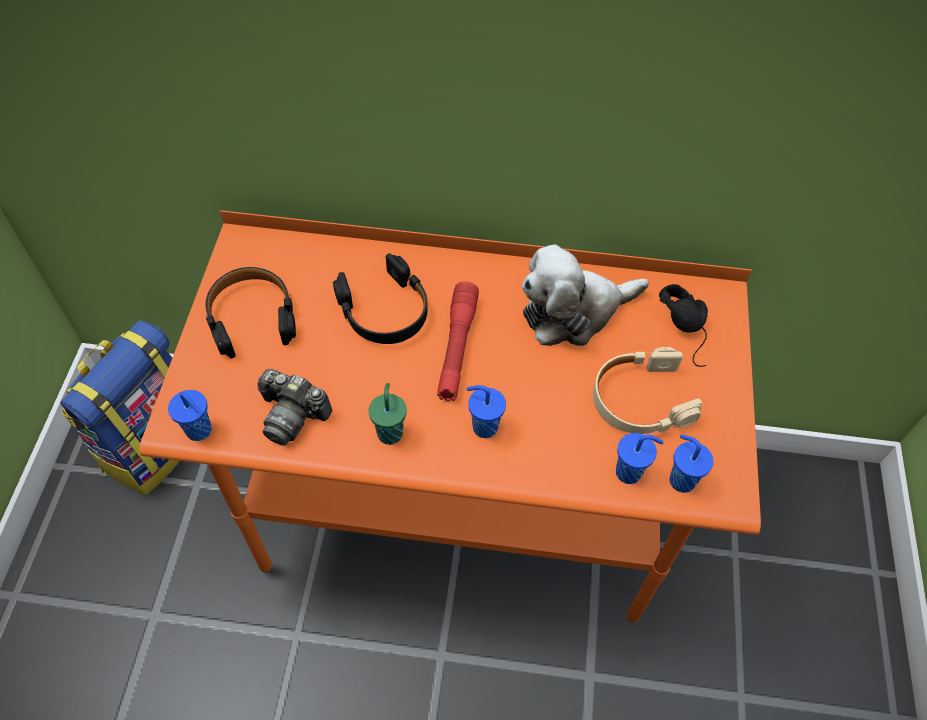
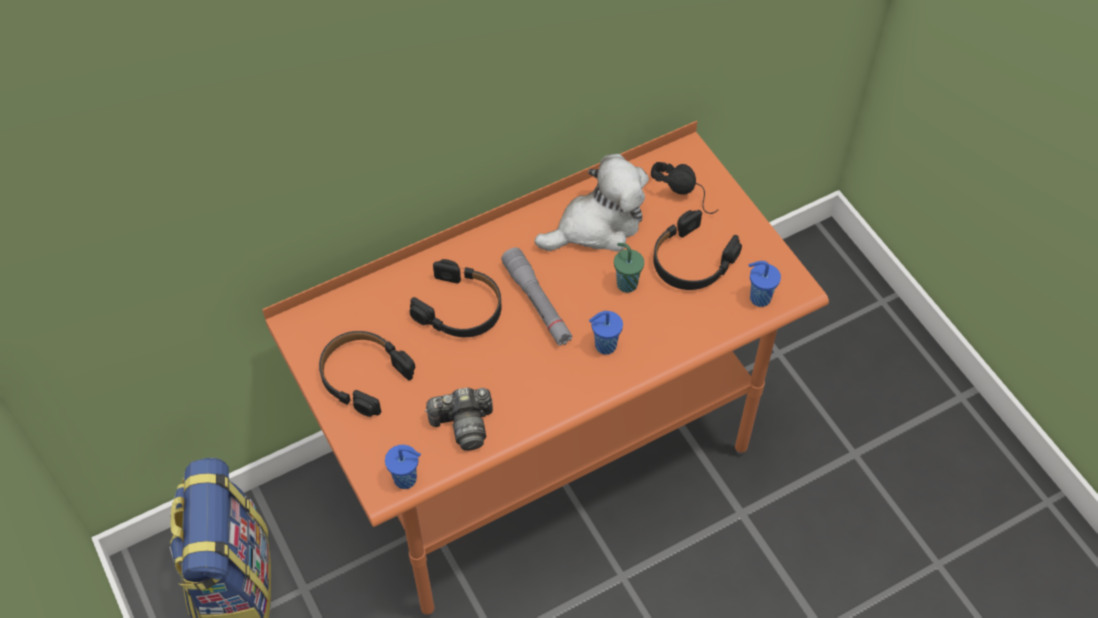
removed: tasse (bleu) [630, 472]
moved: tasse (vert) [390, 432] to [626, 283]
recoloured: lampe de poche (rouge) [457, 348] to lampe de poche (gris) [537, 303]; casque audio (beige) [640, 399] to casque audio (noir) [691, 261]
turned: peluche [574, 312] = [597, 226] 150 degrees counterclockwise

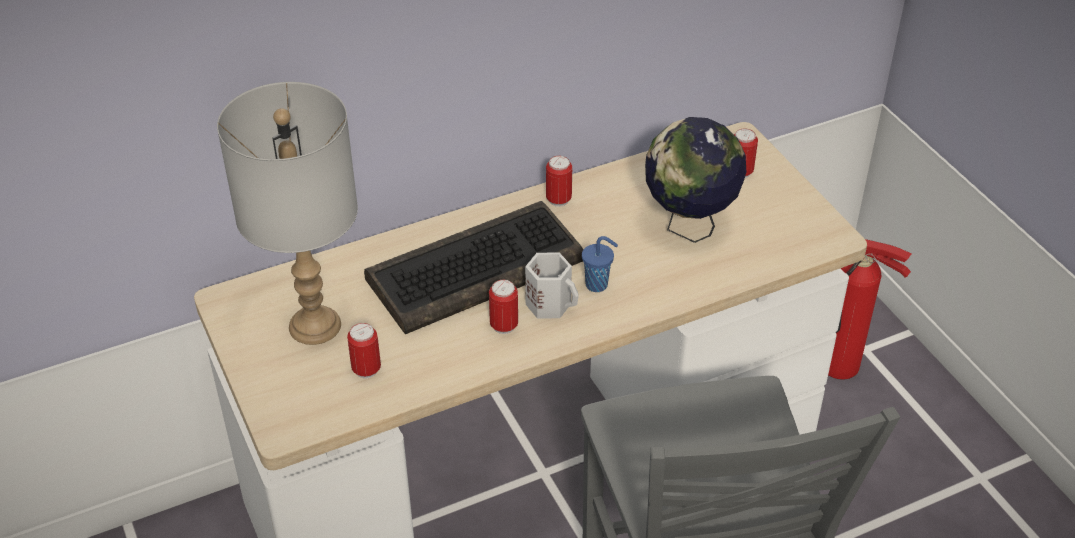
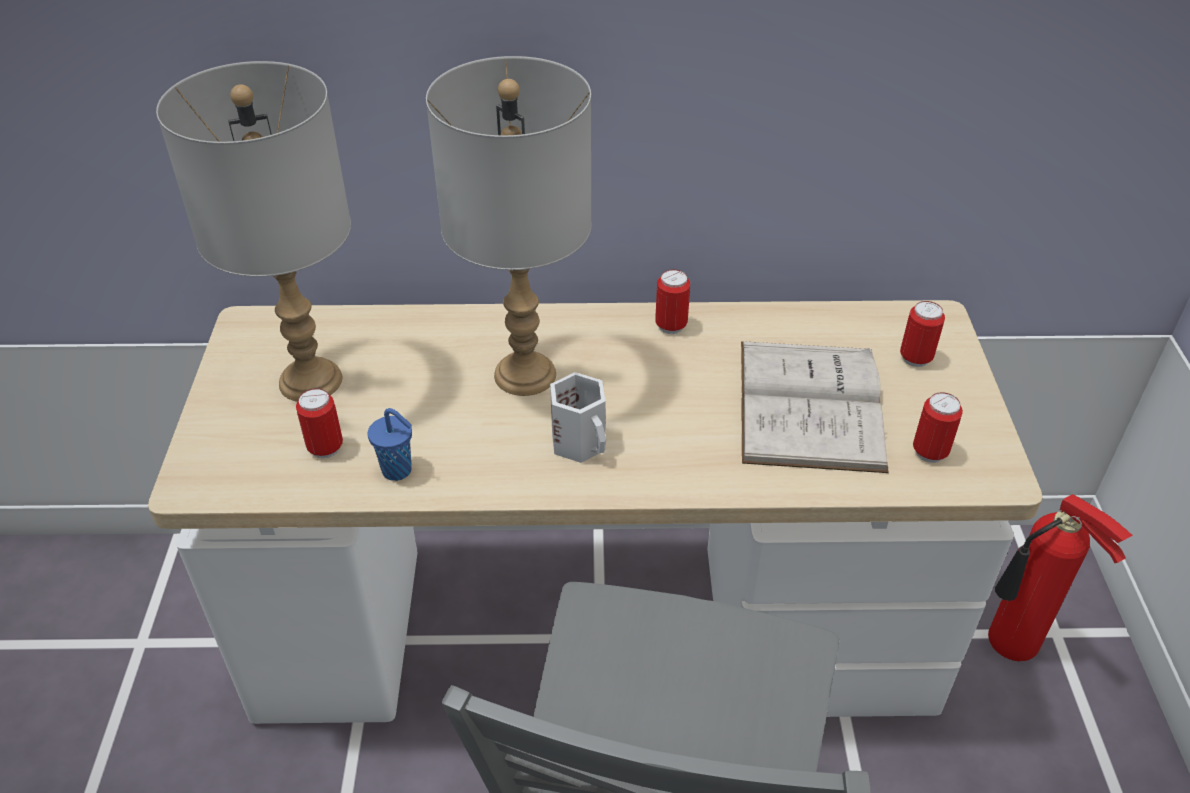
moved: boîte métallique [504, 326] to [929, 452]; tasse (bleu) [598, 285] to [398, 471]
replaced: clavier [476, 268] to lampe de table (gris) [526, 374]; globe [689, 227] to livre (blanc) [810, 404]

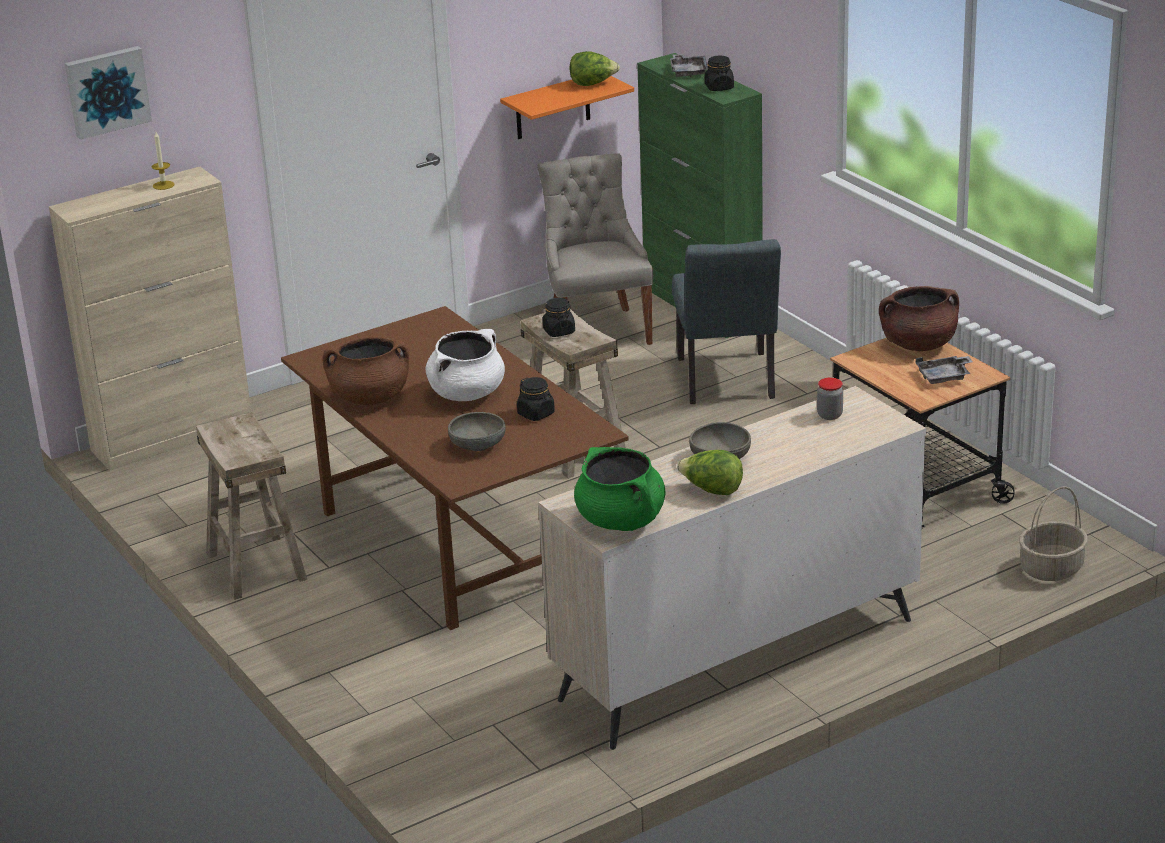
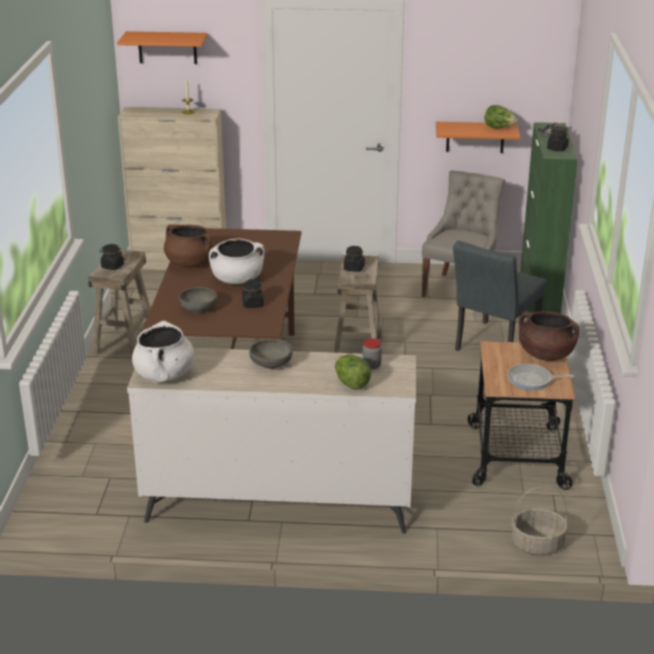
added: bocal (noir) [112, 266]
moved: laitue [712, 490] to [351, 383]
replaced: tableau [107, 91] to étagère (orange) [167, 47]; plateau (gris) [944, 377] to poêle [532, 380]
recoloured: marmite (vert) [621, 520] to marmite (blanc) [164, 375]

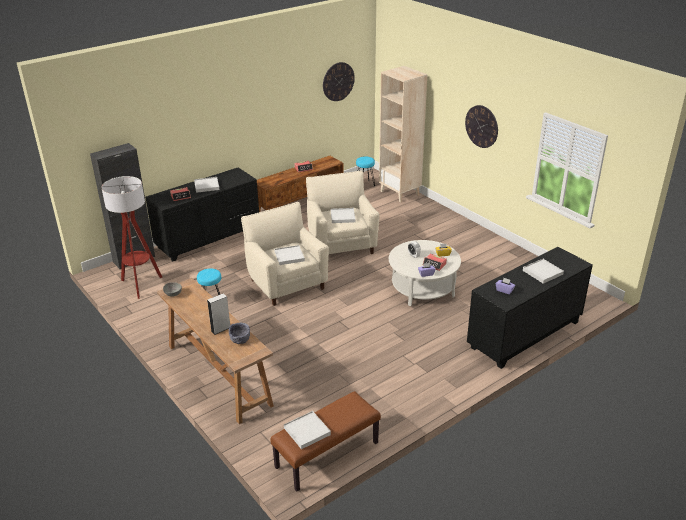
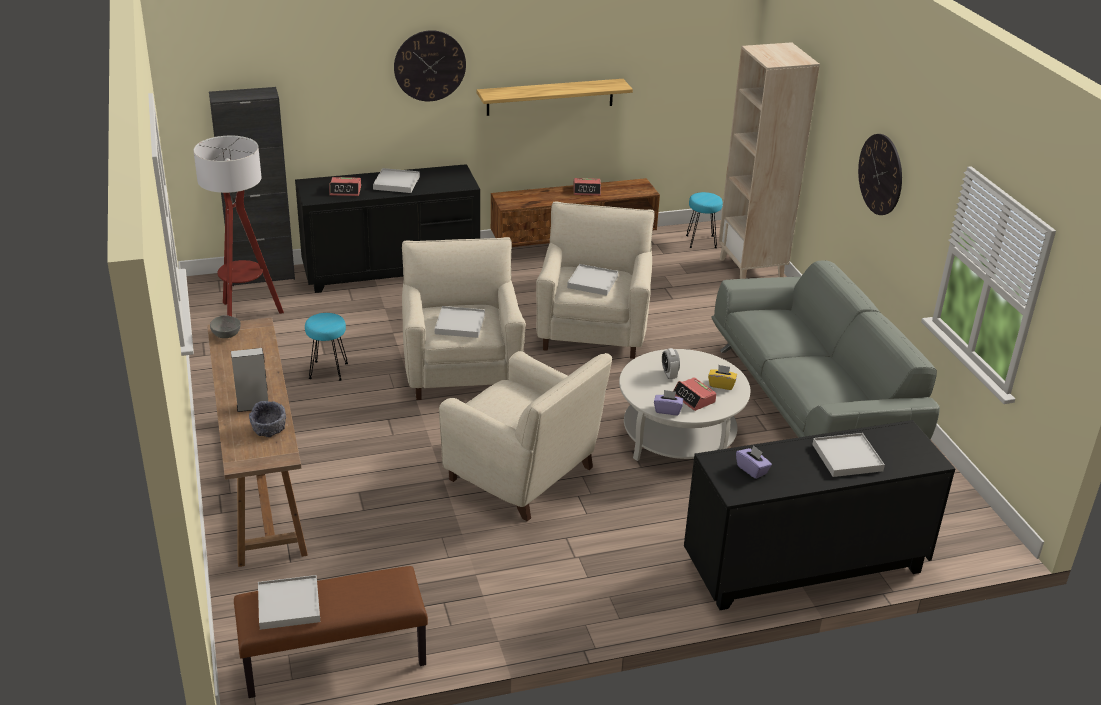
added: fauteuil (beige) [523, 475]; étagère [550, 97]; canapé (gris) [812, 401]
moved: horloge murale [338, 81] to [429, 66]

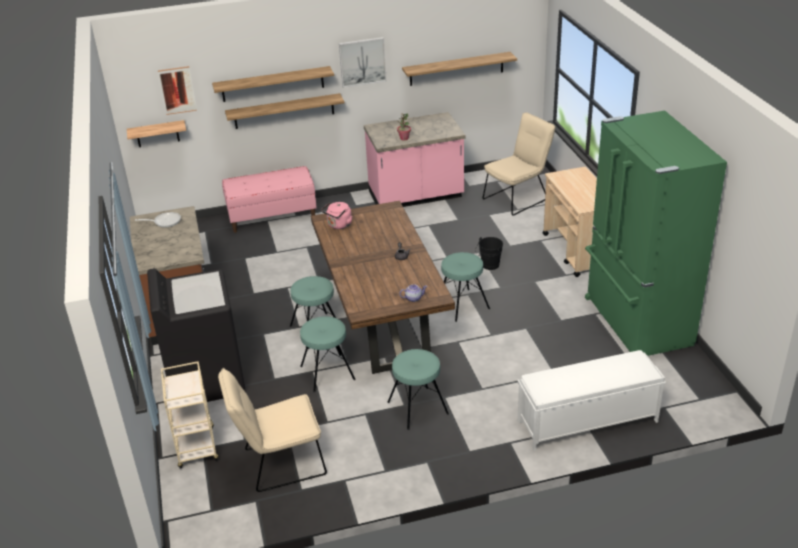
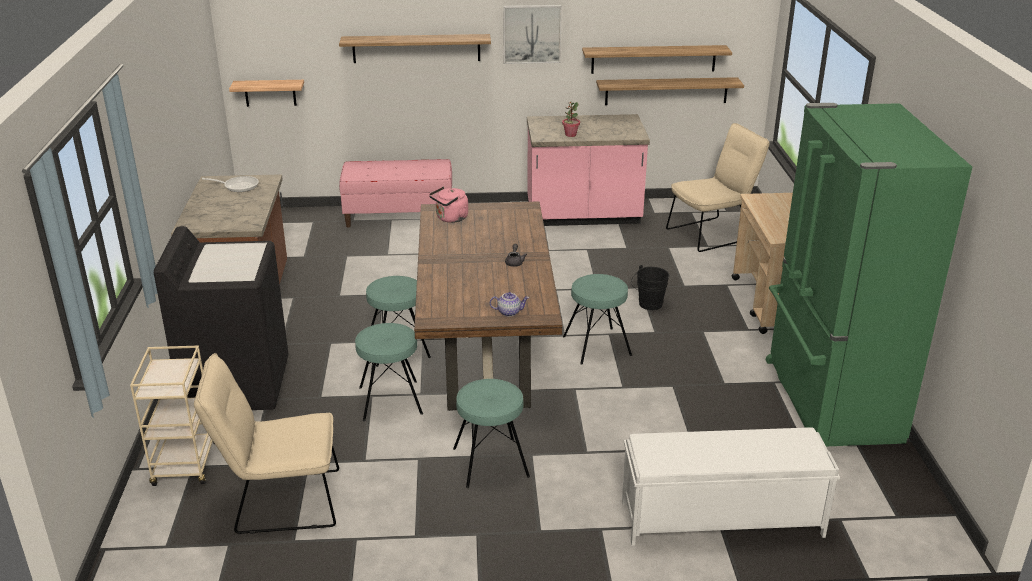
removed: tableau [177, 90]
moved: étagère [284, 111] to [666, 91]

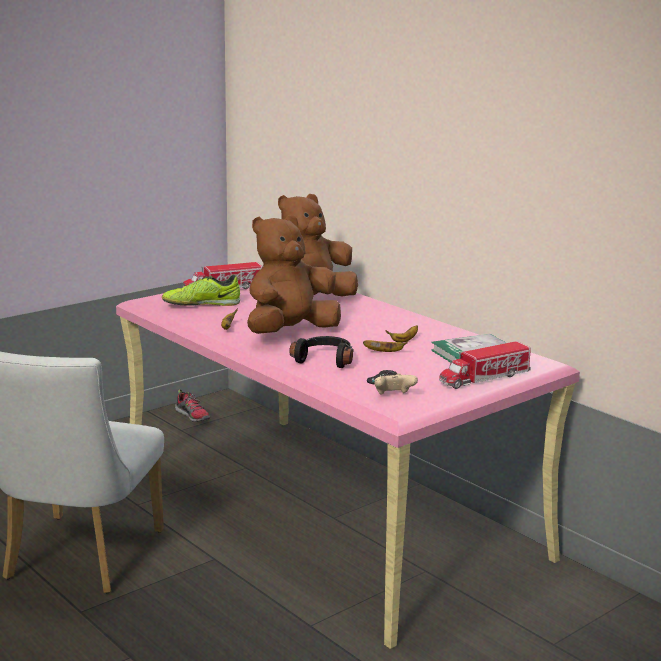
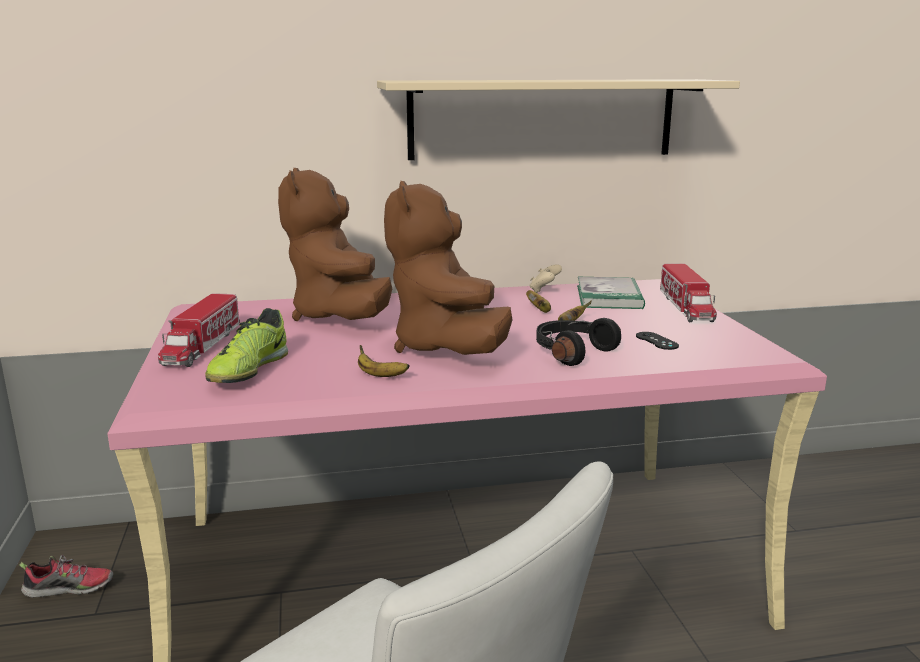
added: étagère (beige) [542, 119]
moved: manette (beige) [393, 396] to [544, 291]

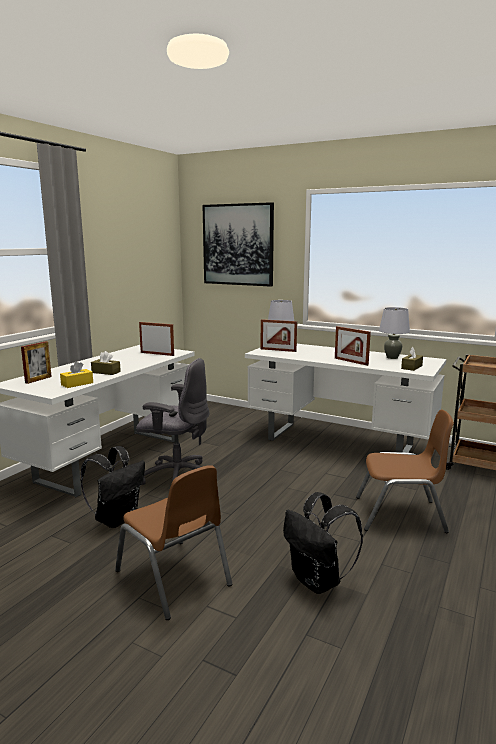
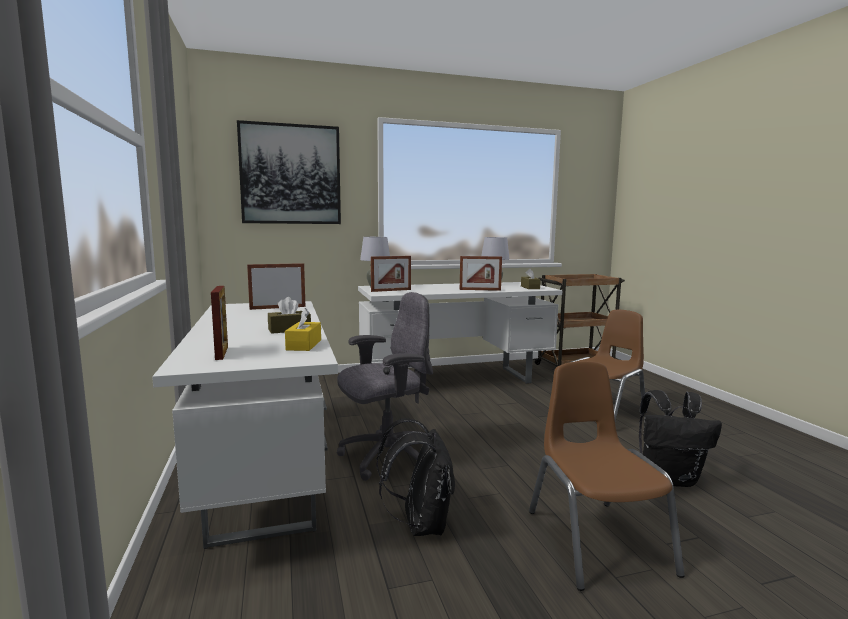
turned: chaise (marron) [173, 578] = [597, 541] 105 degrees counterclockwise

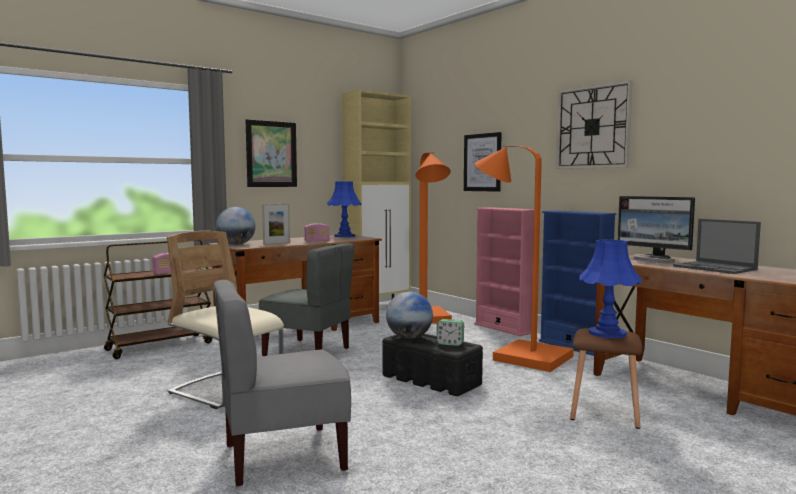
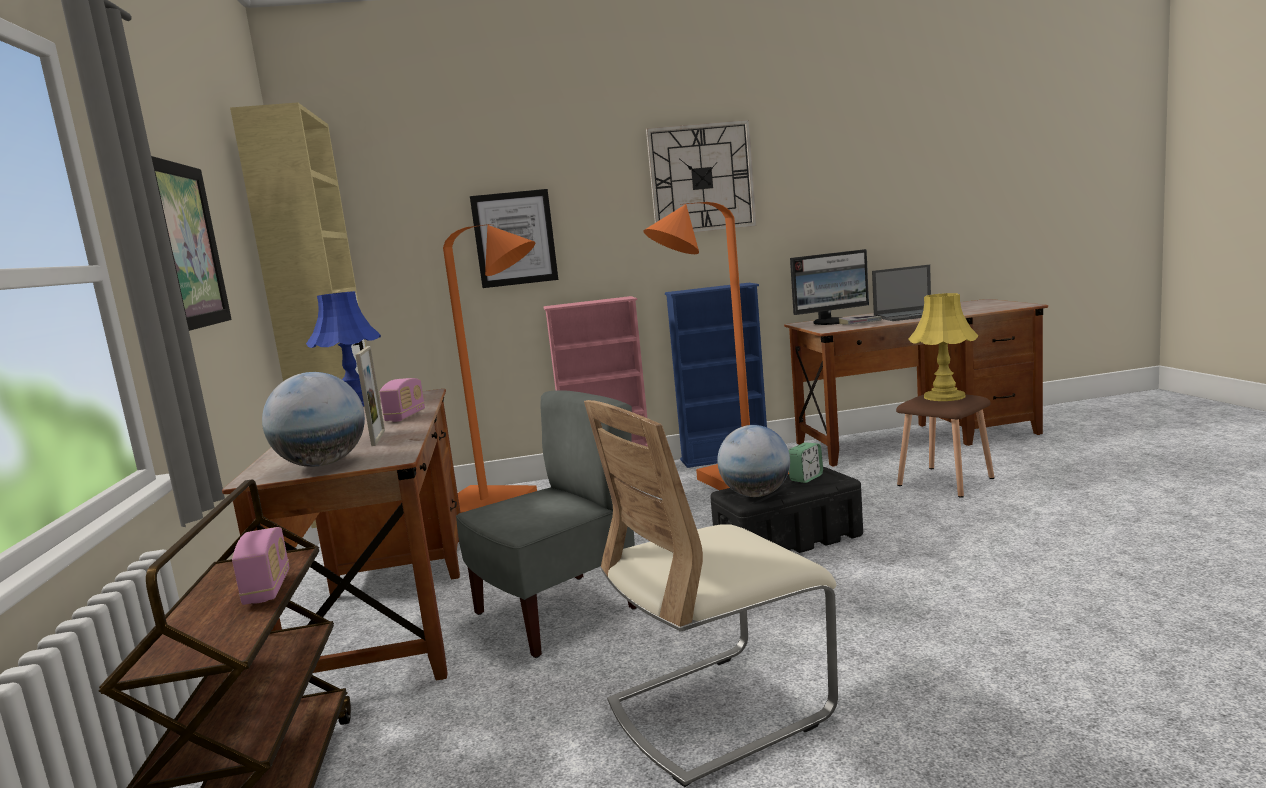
removed: chaise (gris) [283, 457]
recoloured: lampe de table (bleu) [607, 333] to lampe de table (jaune) [944, 396]

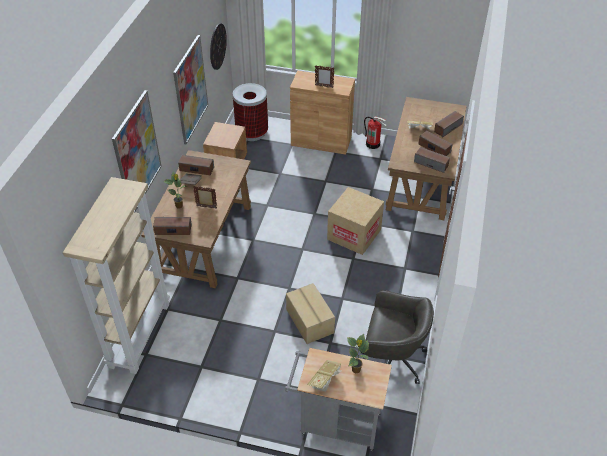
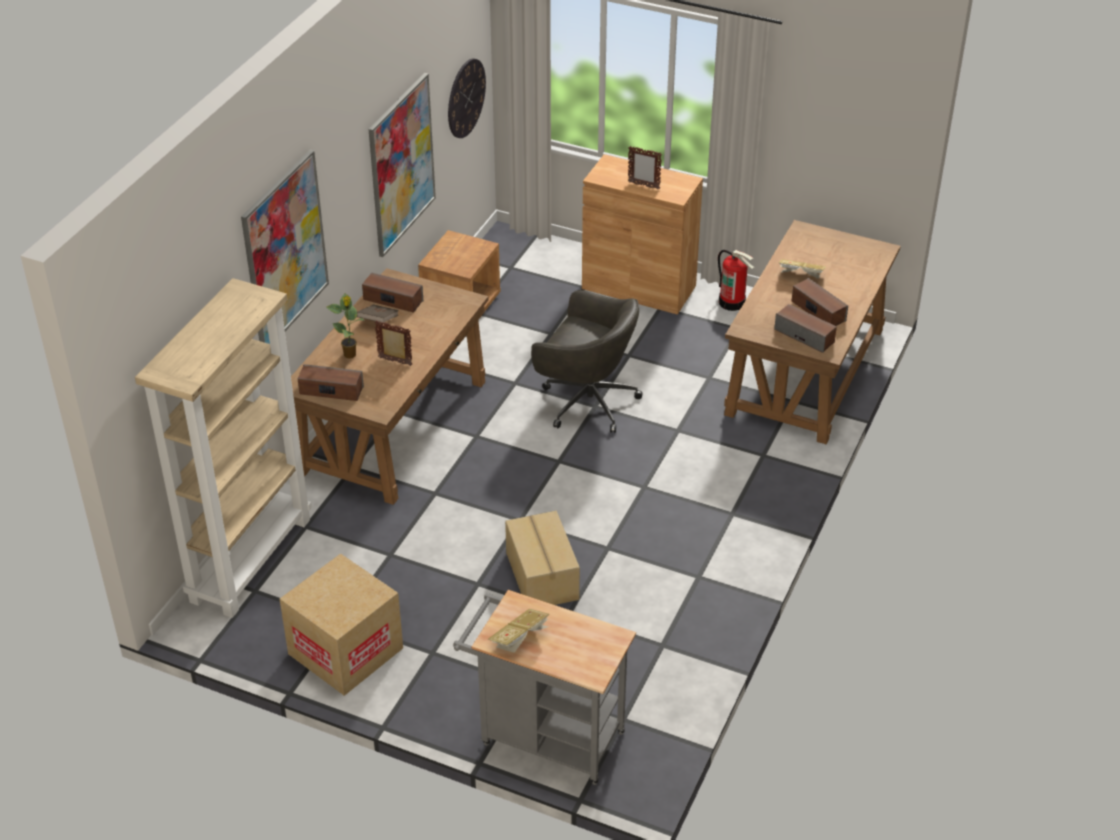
removed: poubelle [252, 132]; plante en pot [356, 370]; enceinte [448, 128]
moved: carton [354, 234] to [345, 651]; chaise de bureau (gris) [392, 359] to [586, 401]

